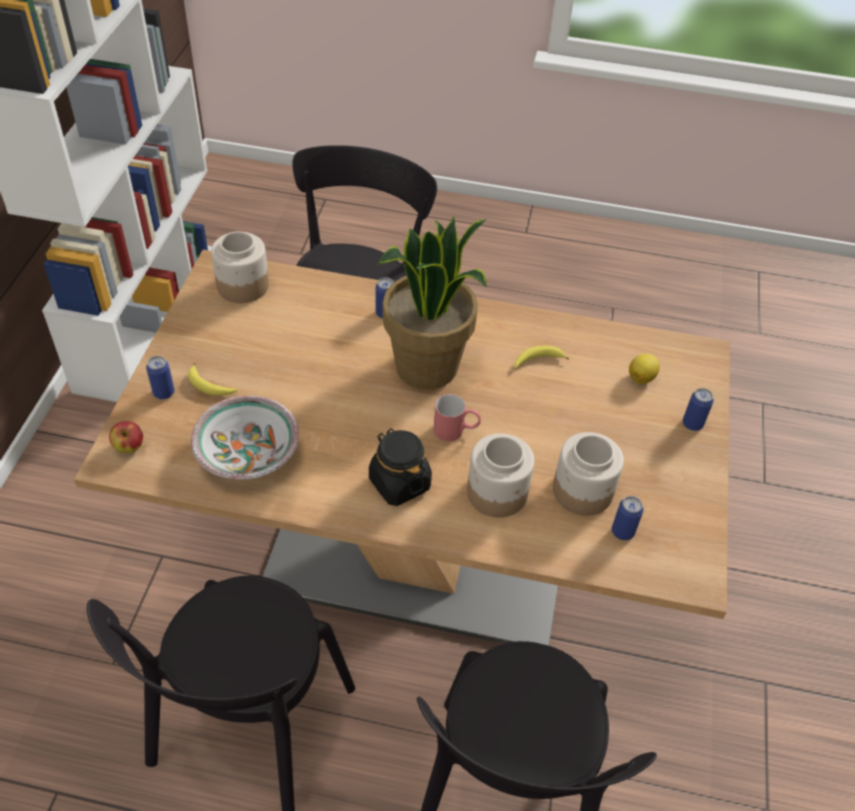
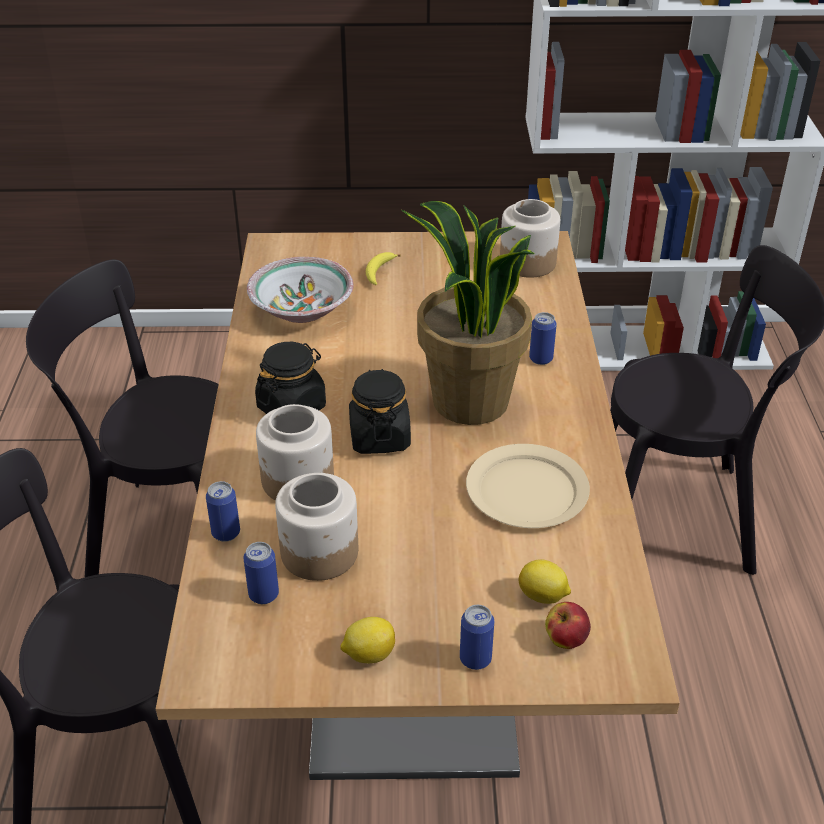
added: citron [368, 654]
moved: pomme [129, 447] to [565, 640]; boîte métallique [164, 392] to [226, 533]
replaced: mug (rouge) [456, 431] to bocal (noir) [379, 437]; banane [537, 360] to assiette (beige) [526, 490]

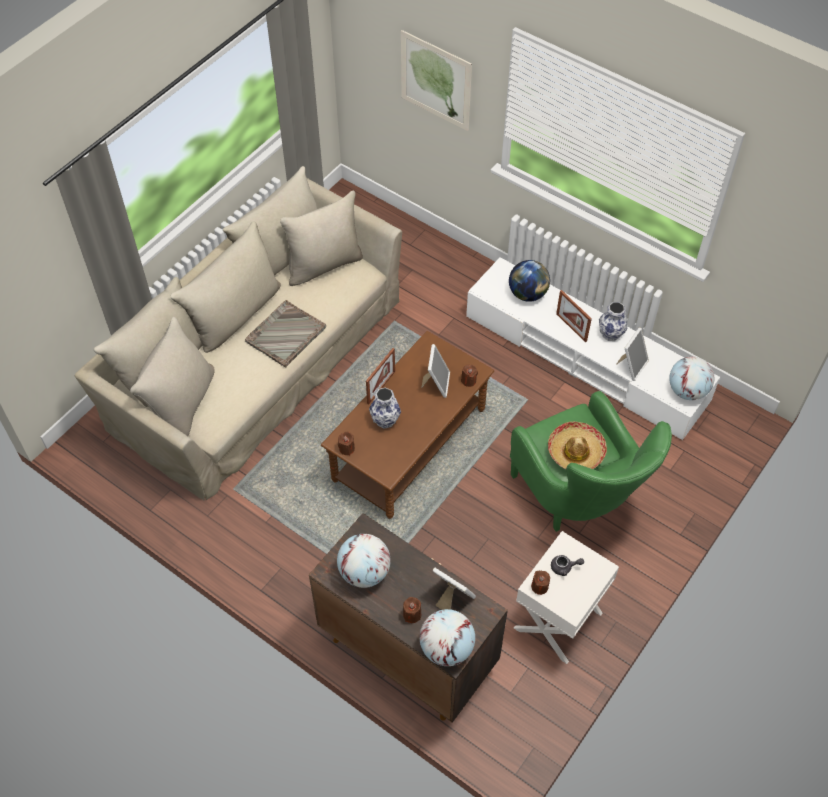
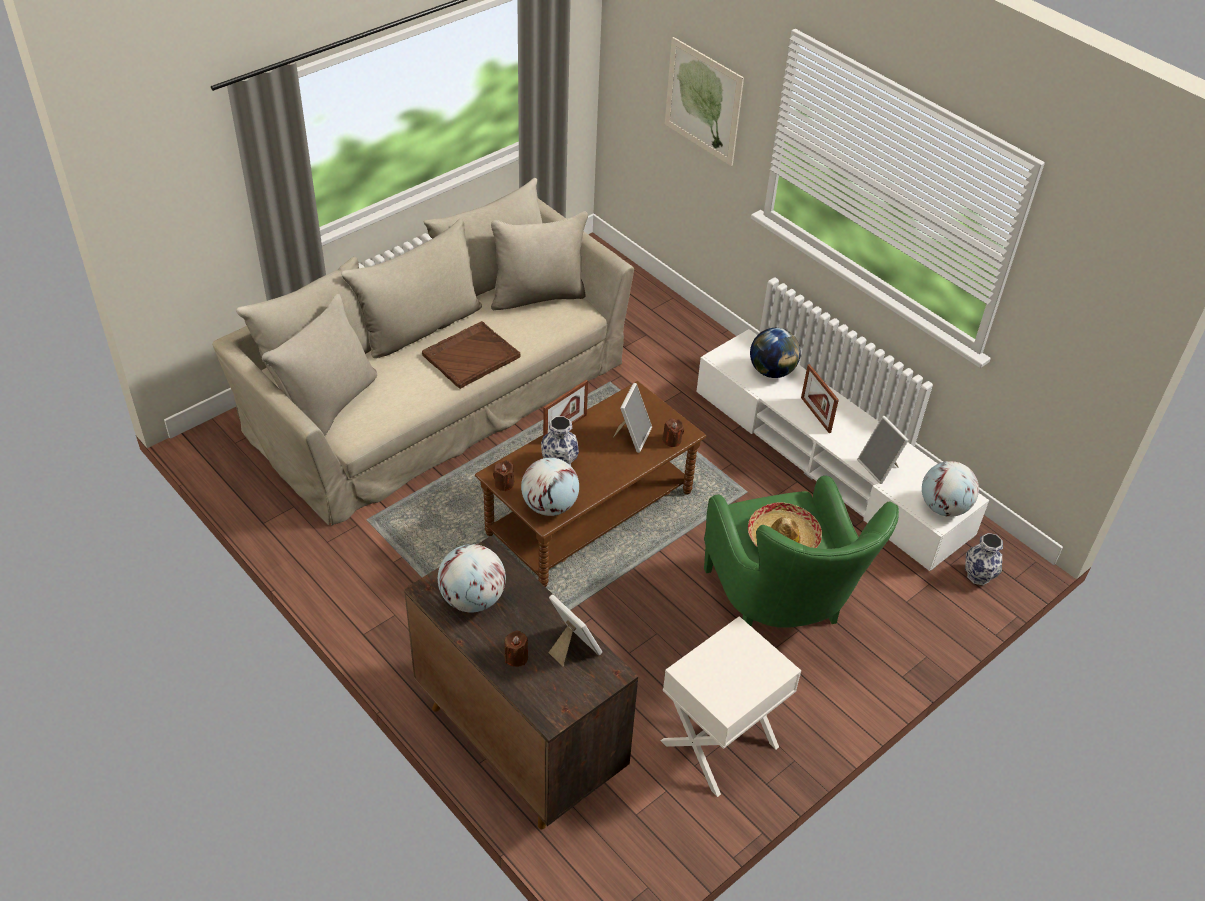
removed: bougie (marron) [539, 586]; théière (gris) [564, 567]
moved: globe [446, 648] to [549, 506]; vase [611, 334] to [979, 576]
recoloured: plateau (gris) [285, 335] to plateau (marron) [470, 356]
turned: cadre photo [631, 366] = [879, 468] 105 degrees clockwise

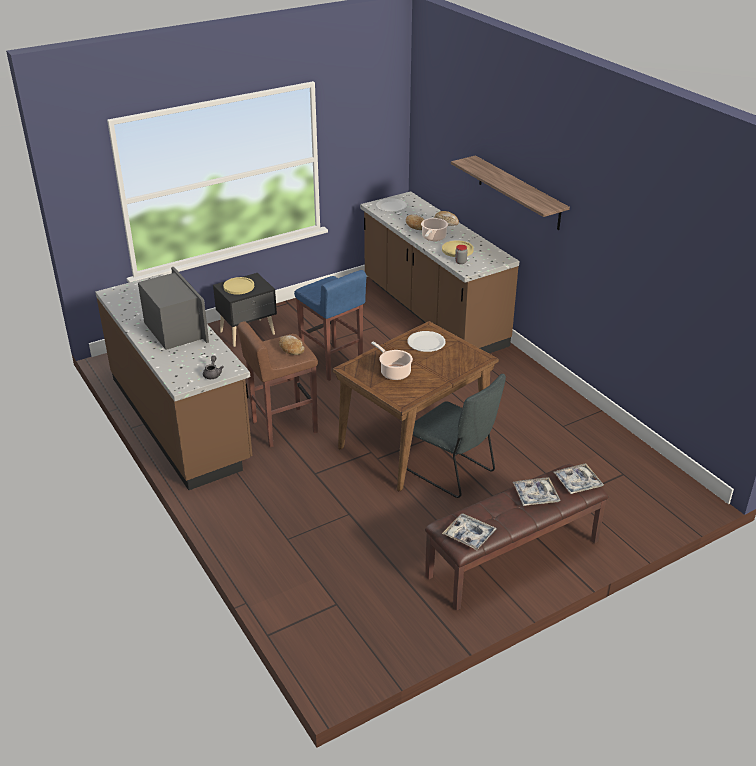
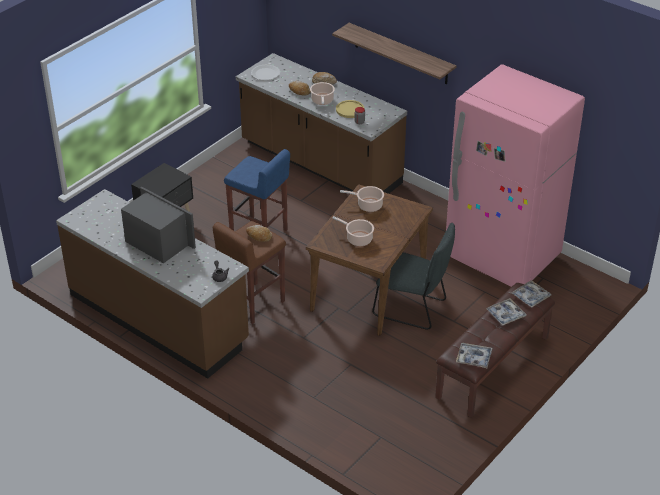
removed: assiette (jaune) [239, 286]
added: réfrigérateur (rose) [502, 257]
replaced: assiette (blanc) [426, 342] to marmite [368, 205]

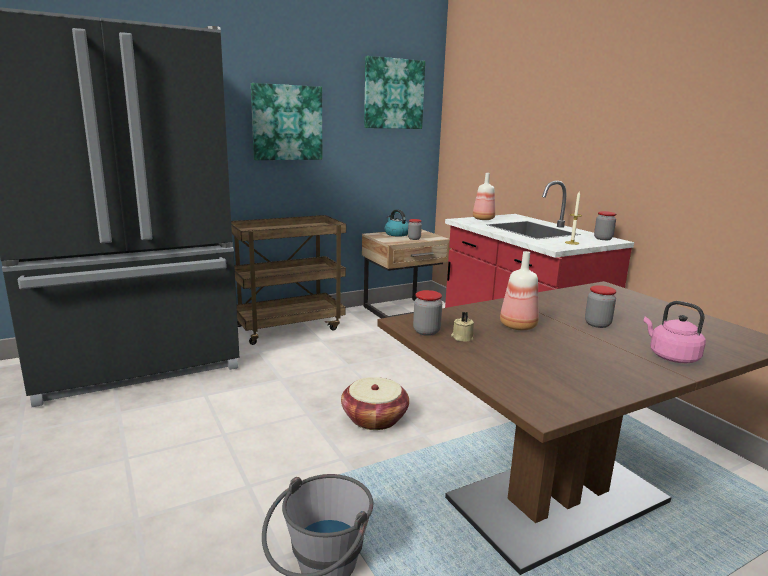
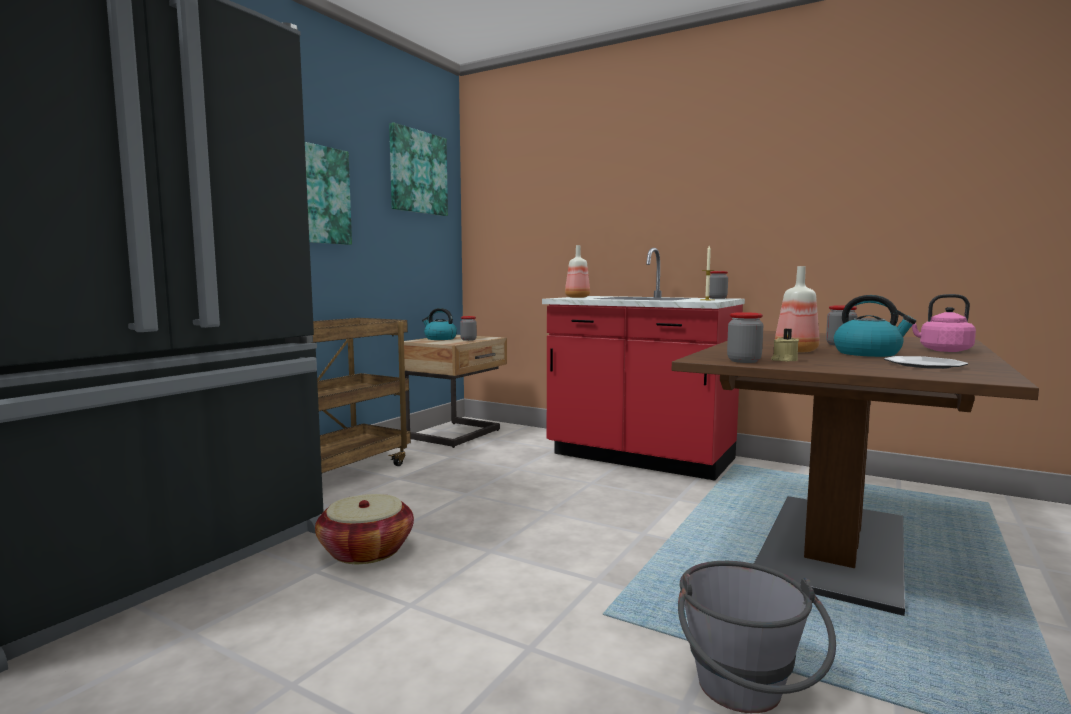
added: bouilloire [868, 353]; assiette [924, 365]
moved: panier [374, 418] to [366, 550]

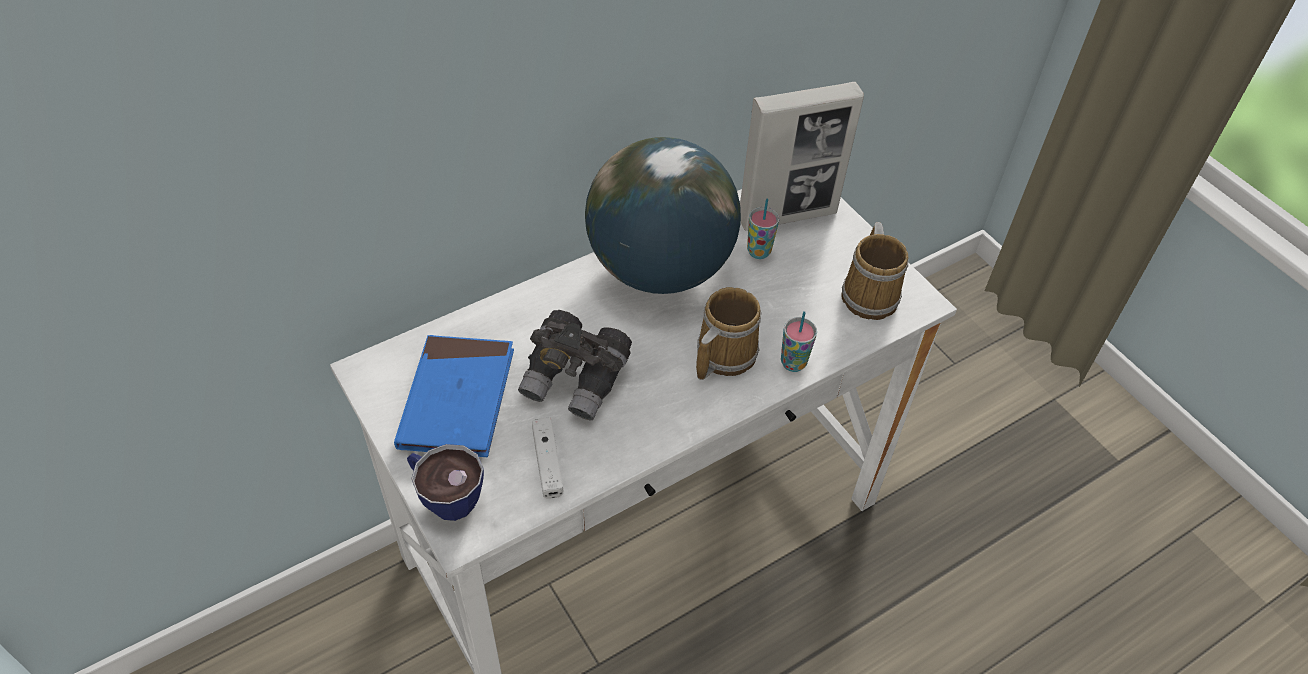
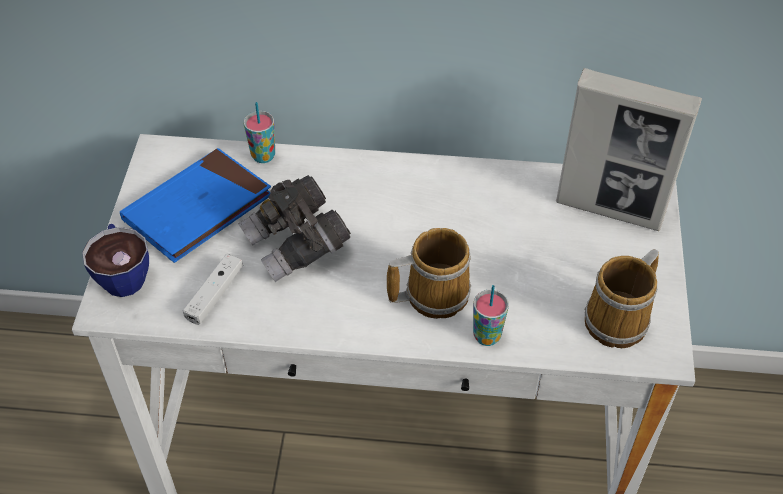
removed: globe [661, 269]
moved: tasse [759, 252] to [263, 156]

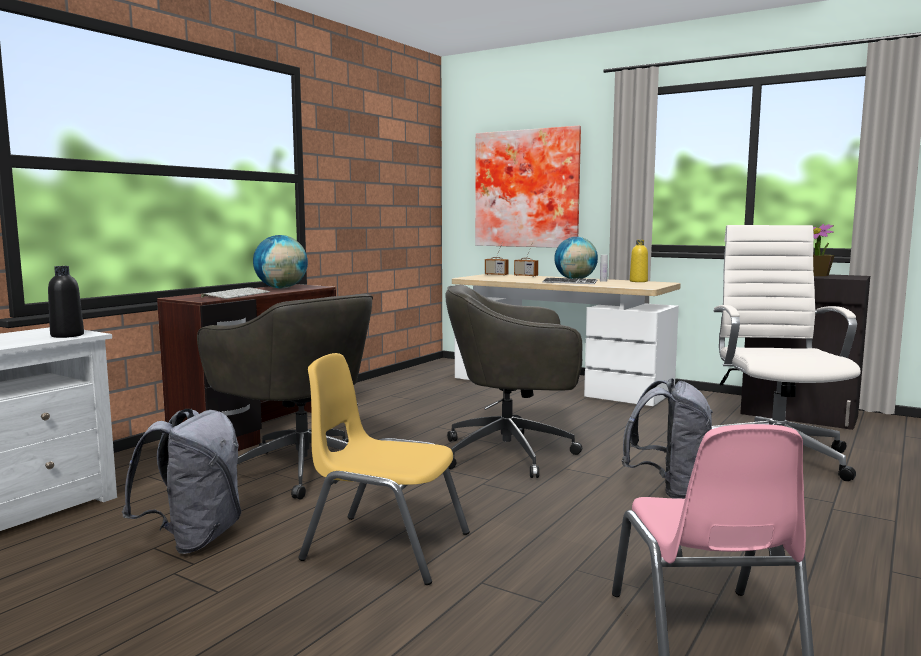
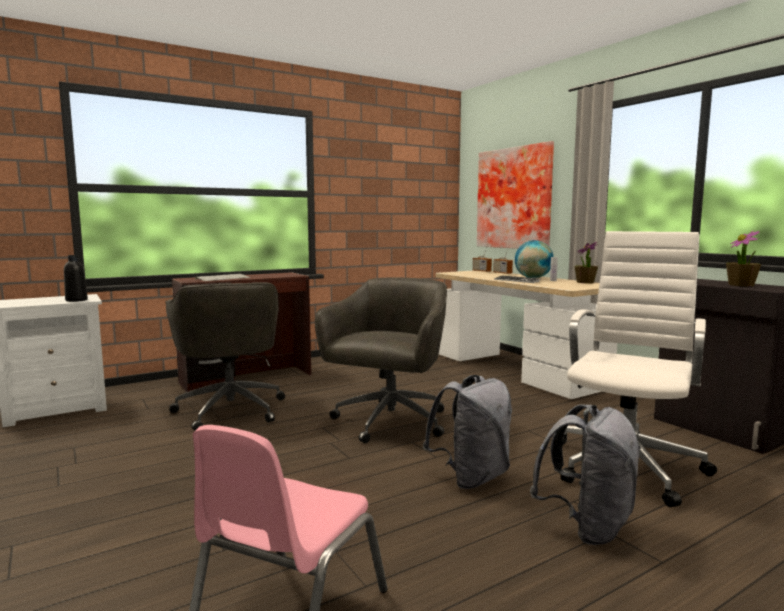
removed: globe [281, 288]; chaise (jaune) [385, 547]
moved: sac à dos (gris) [194, 539] to [587, 527]
replaced: bouteille (jaune) [638, 281] to plante en pot [585, 282]
turned: chaise de bureau (gris) [512, 454] = [389, 422] 90 degrees clockwise

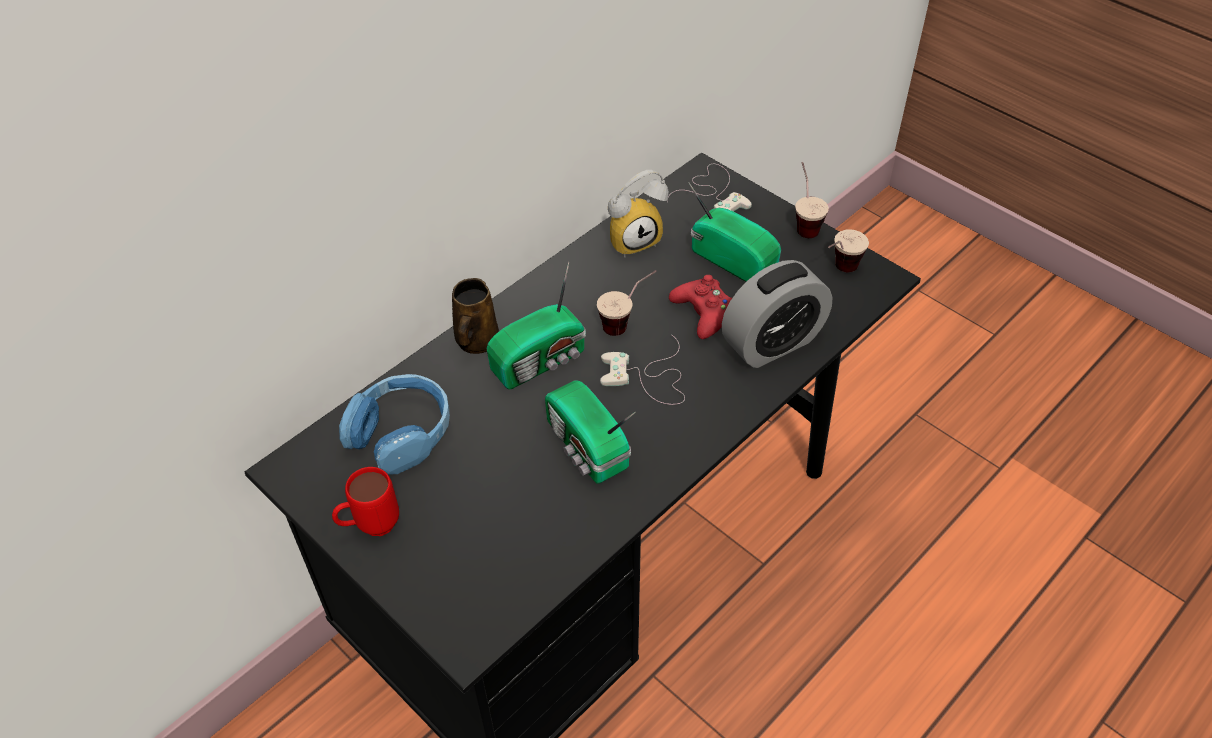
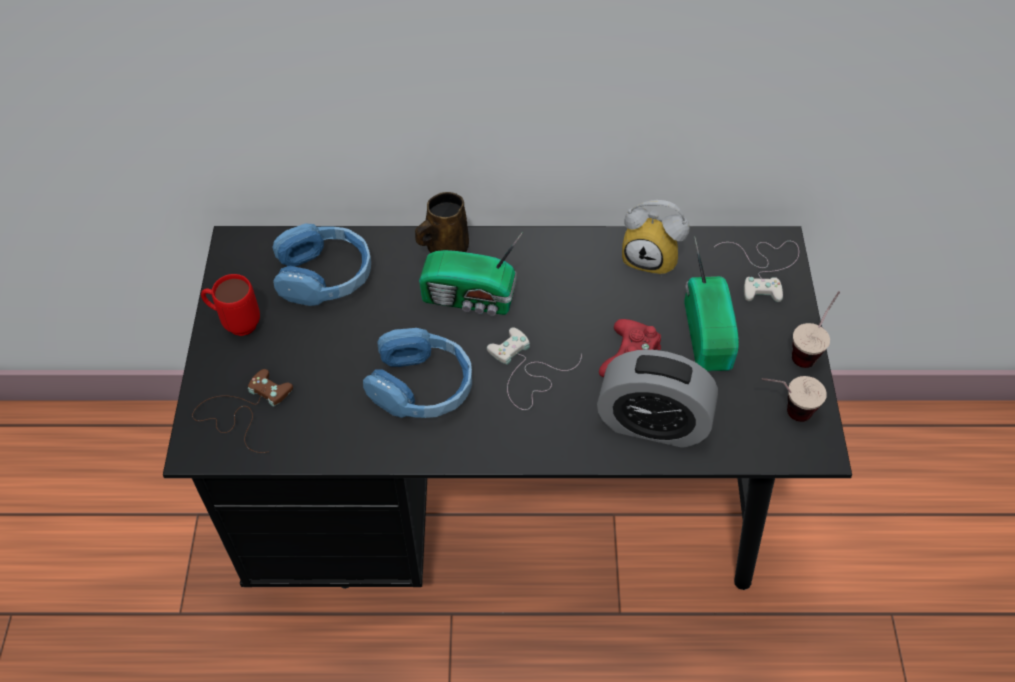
removed: tasse [627, 322]
added: manette (marron) [243, 411]
replaced: radio [586, 448] to casque audio (bleu) [422, 386]

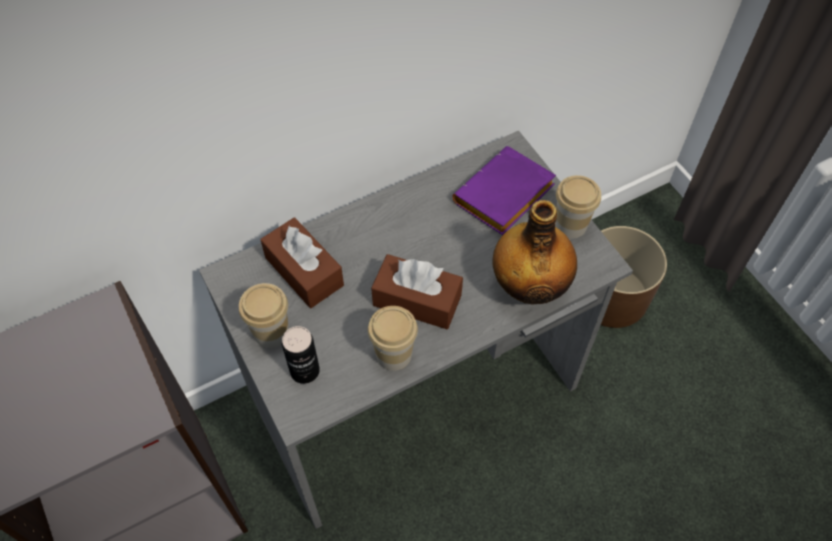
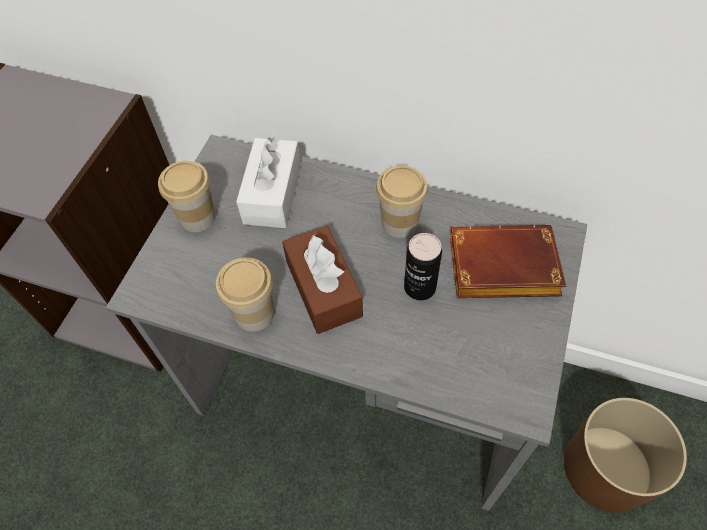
removed: bouteille [530, 286]
moved: boîte métallique [305, 370] to [420, 287]; tasse [570, 225] to [399, 223]
recoloured: boîte à mouchoirs (marron) [304, 271] to boîte à mouchoirs (blanc) [272, 193]; livre (violet) [504, 198] to livre (marron) [500, 270]

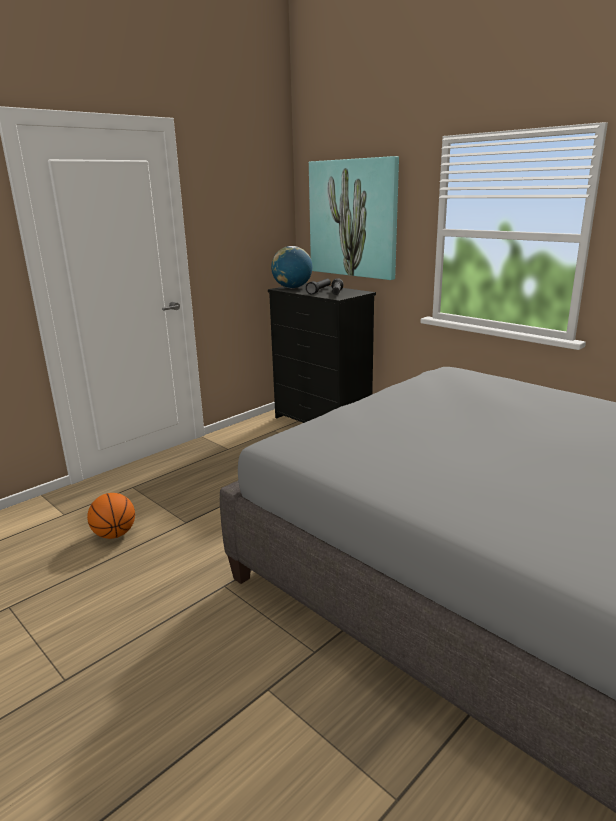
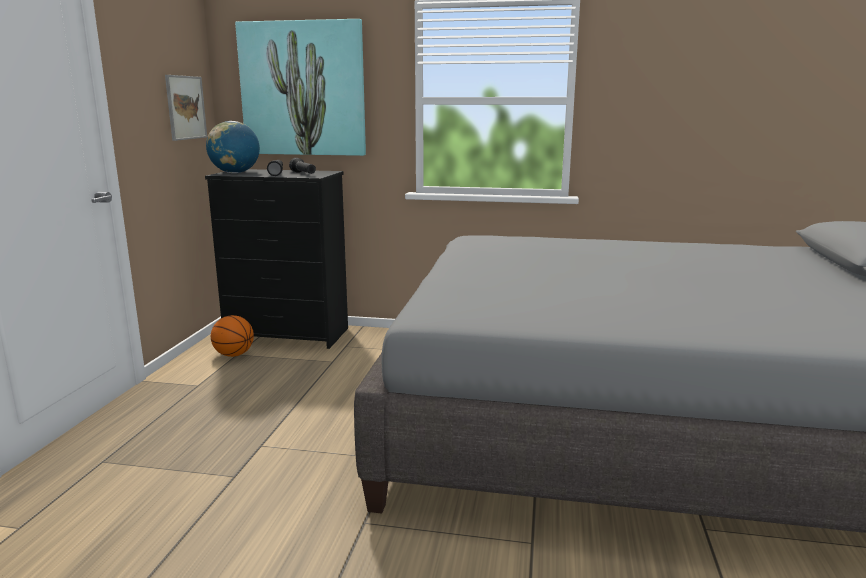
added: tableau [185, 107]
moved: ballon de basket [114, 534] to [234, 355]

